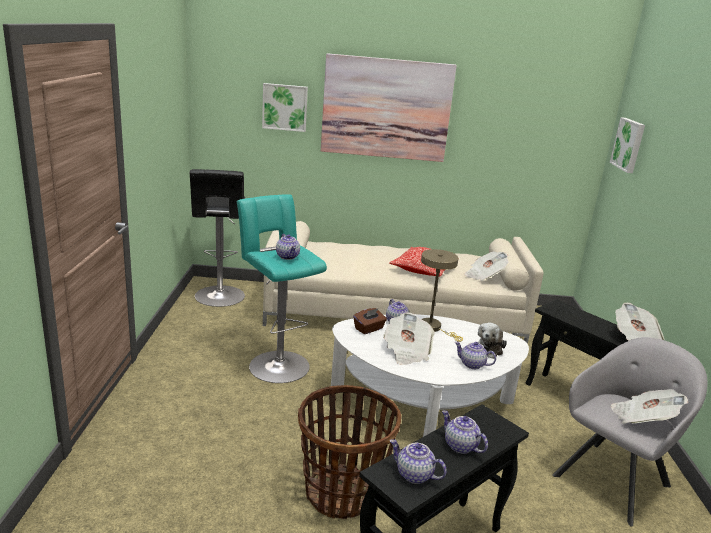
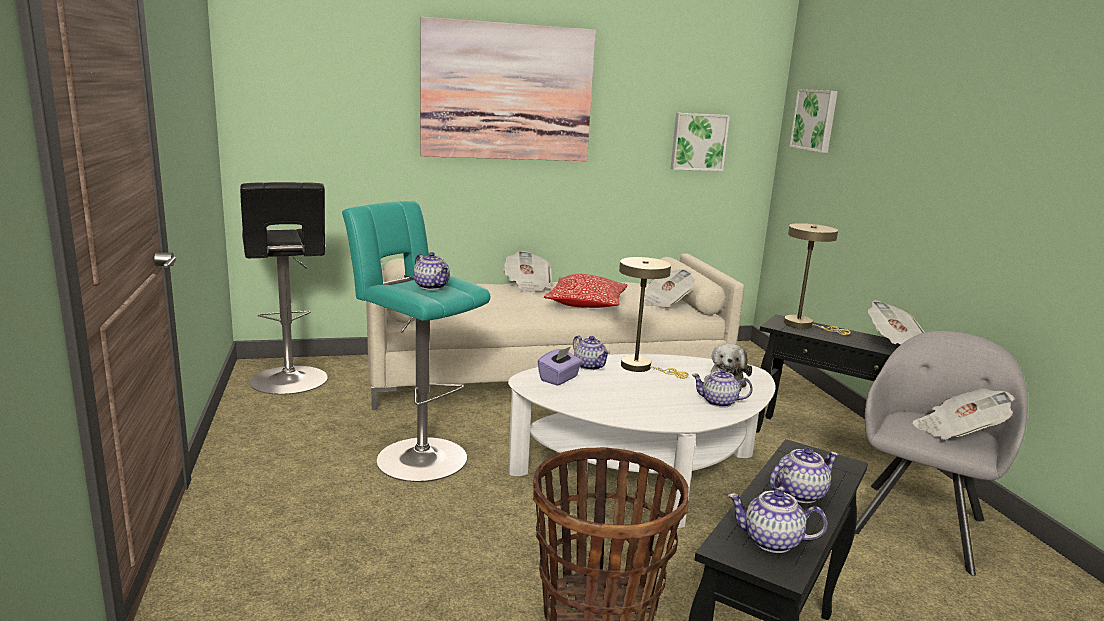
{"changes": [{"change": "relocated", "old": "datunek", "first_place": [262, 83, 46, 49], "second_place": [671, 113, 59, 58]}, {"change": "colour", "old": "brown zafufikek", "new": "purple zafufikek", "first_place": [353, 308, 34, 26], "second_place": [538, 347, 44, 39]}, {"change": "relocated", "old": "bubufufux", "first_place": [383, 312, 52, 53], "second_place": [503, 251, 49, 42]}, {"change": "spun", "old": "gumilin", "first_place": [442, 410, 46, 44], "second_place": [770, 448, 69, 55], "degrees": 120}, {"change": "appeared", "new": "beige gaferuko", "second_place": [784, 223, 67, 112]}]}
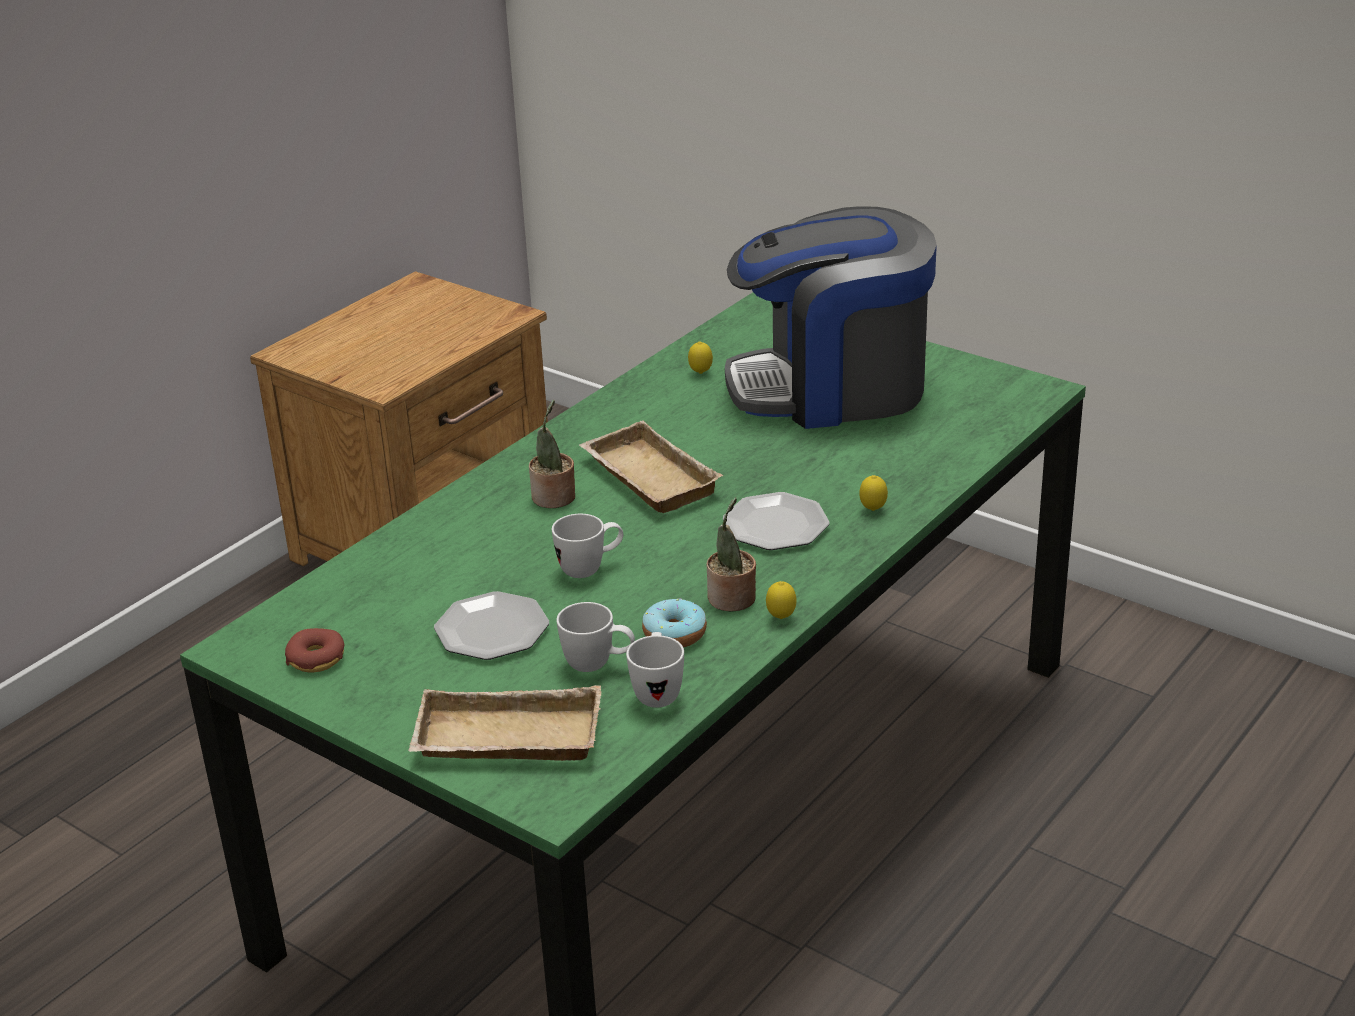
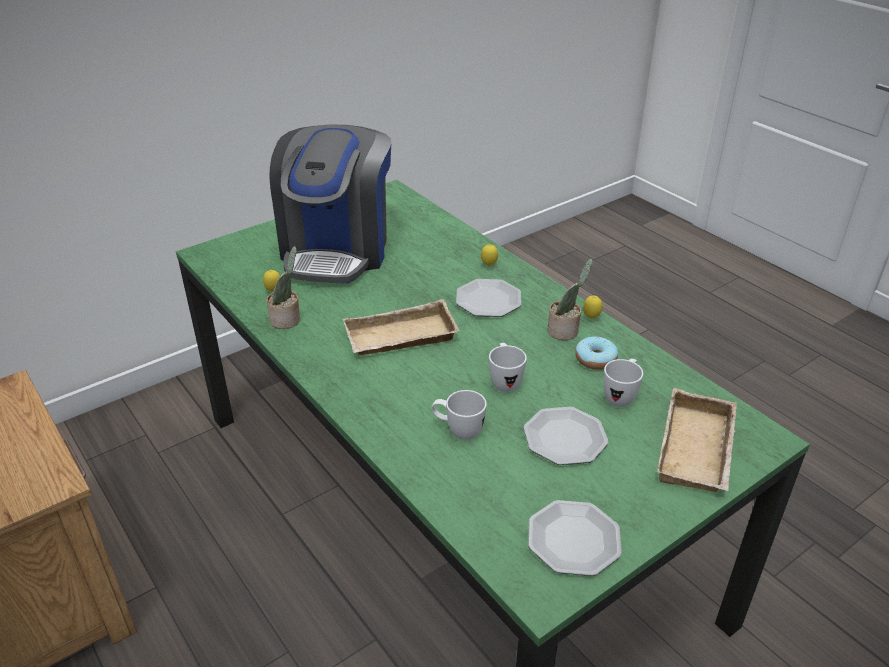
{"changes": [{"change": "exchanged", "old": "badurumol", "new": "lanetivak", "first_place": [285, 628, 59, 44], "second_place": [528, 500, 94, 76]}, {"change": "relocated", "old": "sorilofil", "first_place": [529, 400, 46, 108], "second_place": [267, 246, 33, 83]}, {"change": "relocated", "old": "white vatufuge", "first_place": [626, 632, 58, 76], "second_place": [431, 390, 56, 50]}]}
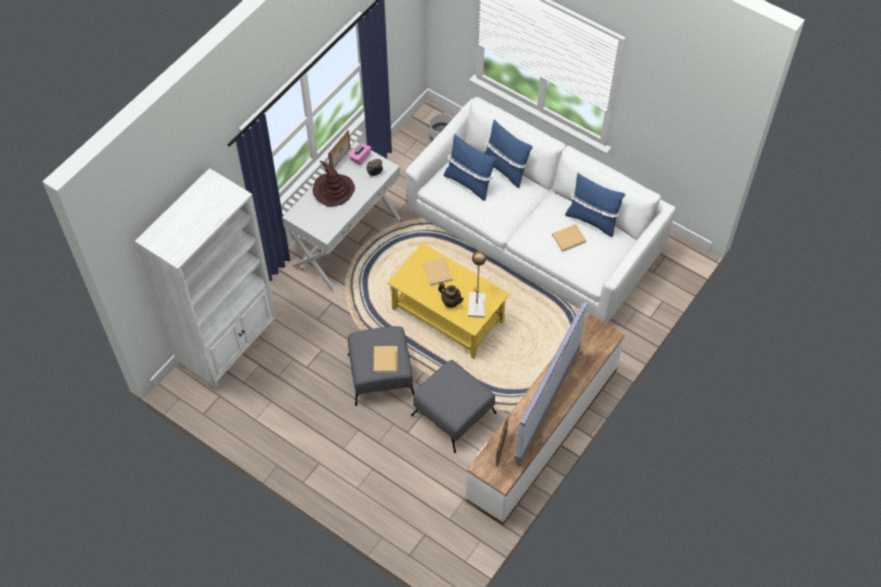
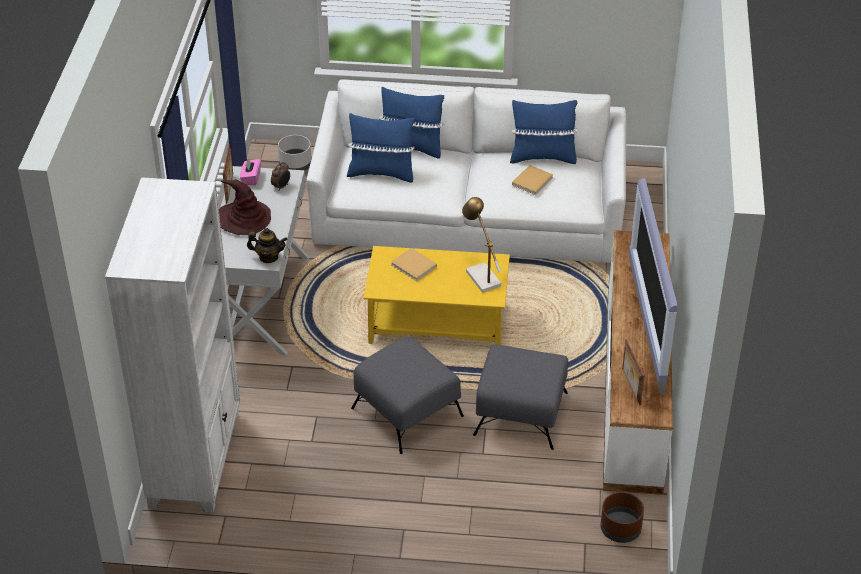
{"changes": [{"change": "missing", "old": "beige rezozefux", "first_place": [373, 346, 25, 27]}, {"change": "relocated", "old": "gumilin", "first_place": [438, 283, 26, 25], "second_place": [247, 228, 40, 35]}, {"change": "appeared", "new": "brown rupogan", "second_place": [601, 492, 43, 51]}]}
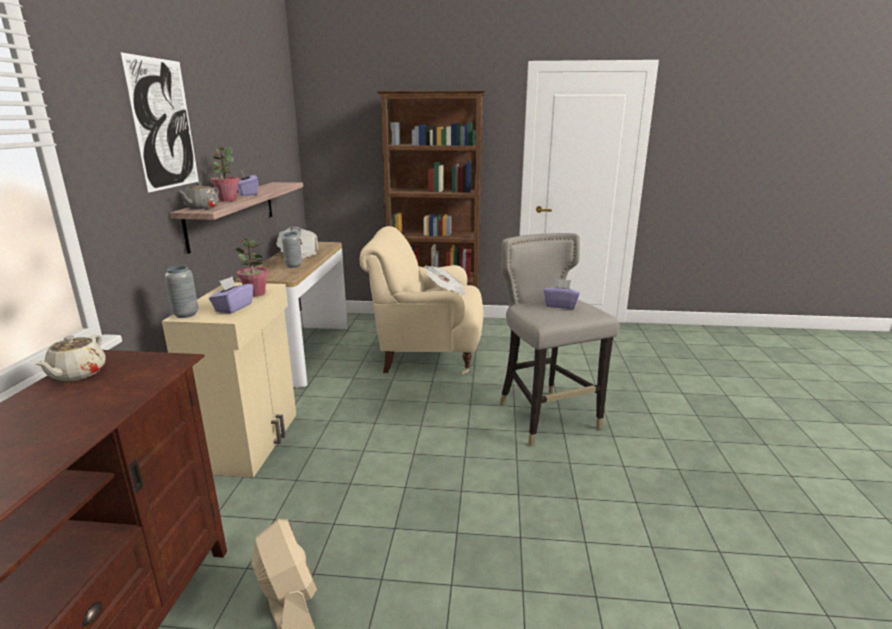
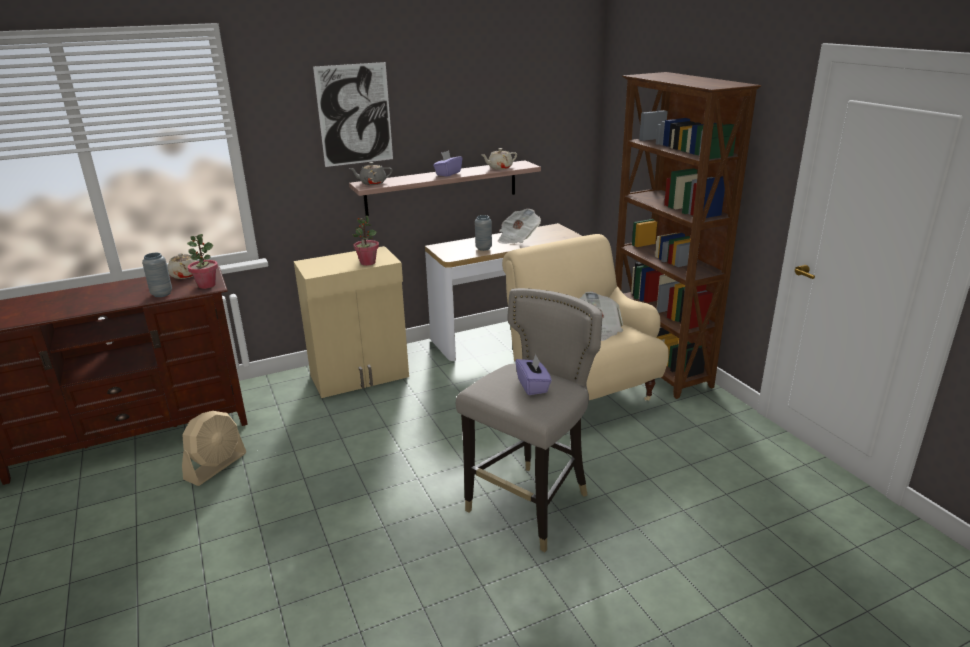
{"changes": [{"change": "relocated", "old": "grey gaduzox", "first_place": [165, 266, 33, 52], "second_place": [142, 253, 30, 44]}, {"change": "missing", "old": "purple zafufikek", "first_place": [209, 276, 44, 38]}, {"change": "relocated", "old": "sorilofil", "first_place": [210, 147, 30, 55], "second_place": [187, 234, 31, 55]}, {"change": "appeared", "new": "beige gumilin", "second_place": [482, 148, 35, 22]}]}
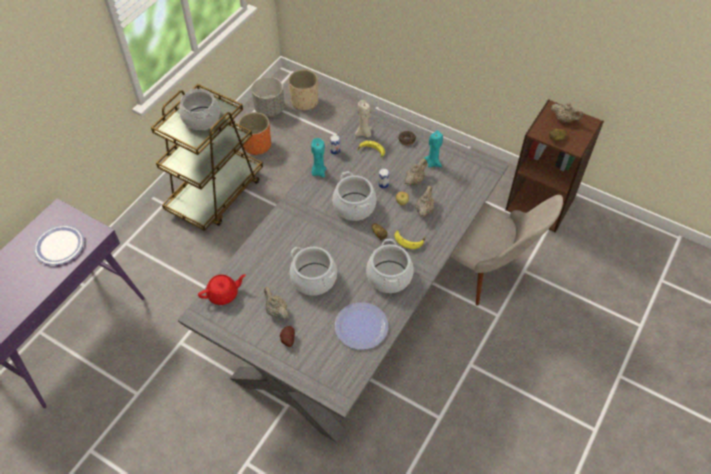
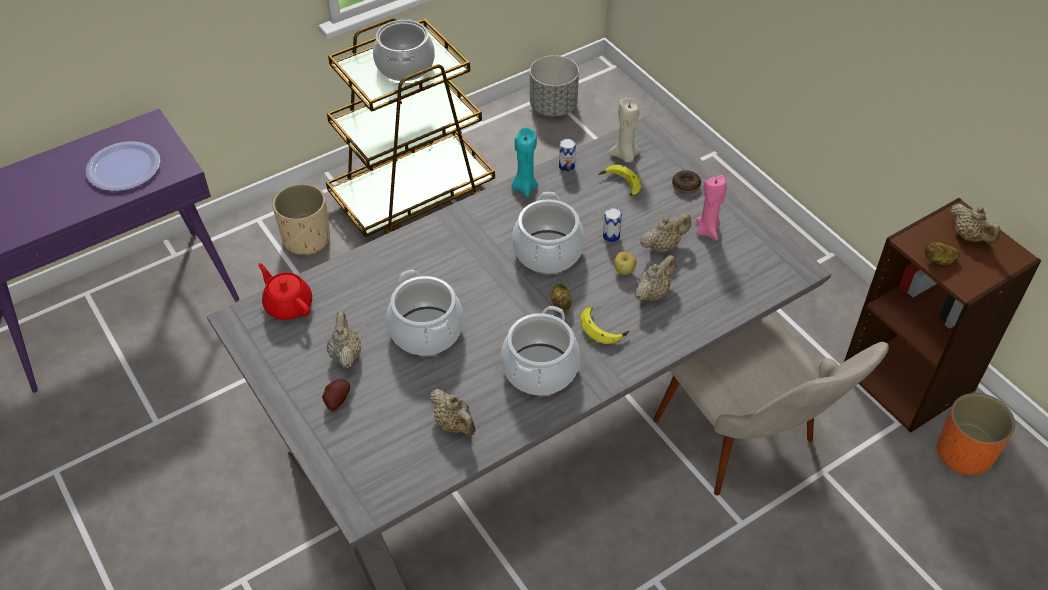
{"changes": [{"change": "spun", "old": "red gumilin", "first_place": [198, 274, 48, 31], "second_place": [258, 263, 54, 57], "degrees": -135}, {"change": "relocated", "old": "orange rupogan", "first_place": [238, 112, 33, 44], "second_place": [937, 393, 78, 82]}, {"change": "relocated", "old": "beige rupogan", "first_place": [288, 70, 30, 40], "second_place": [272, 184, 58, 72]}, {"change": "exchanged", "old": "lanetivak", "new": "beige gumilin", "first_place": [335, 302, 53, 48], "second_place": [430, 389, 45, 47]}, {"change": "colour", "old": "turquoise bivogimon", "new": "pink bivogimon", "first_place": [424, 130, 19, 38], "second_place": [696, 175, 31, 66]}]}
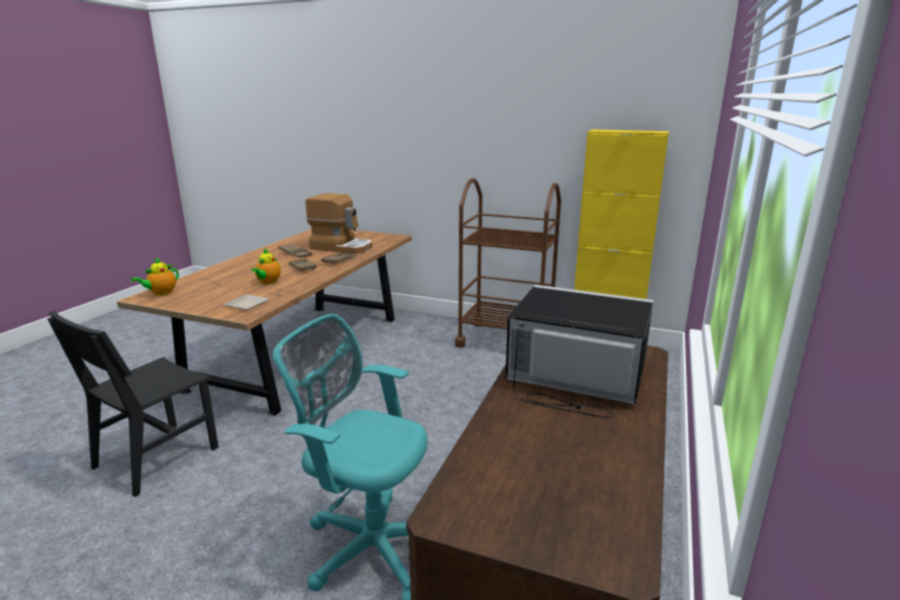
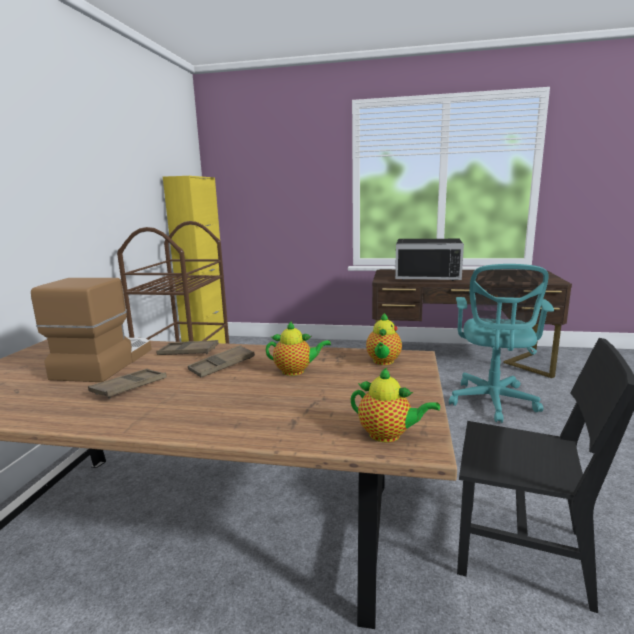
{"changes": [{"change": "exchanged", "old": "lanetivak", "new": "gumilin", "first_place": [223, 294, 47, 16], "second_place": [366, 313, 36, 52]}, {"change": "spun", "old": "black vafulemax", "first_place": [505, 285, 148, 133], "second_place": [395, 239, 69, 42], "degrees": -90}]}
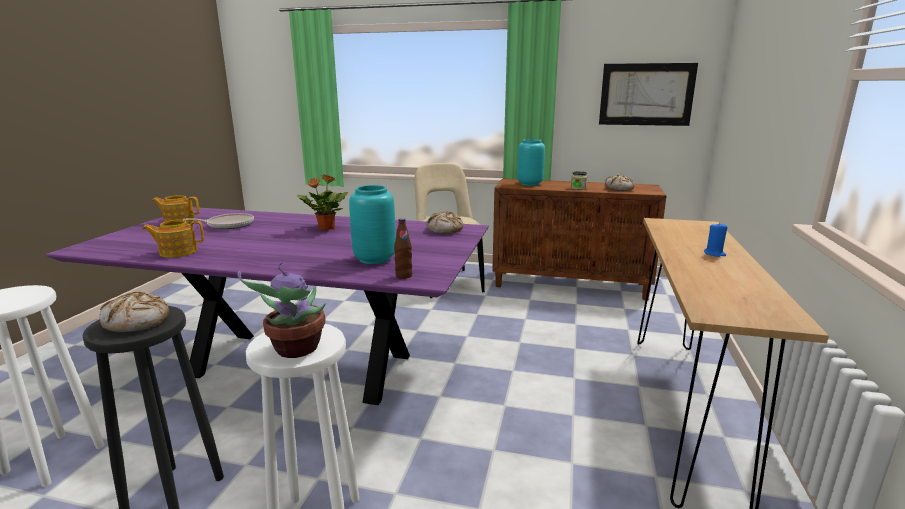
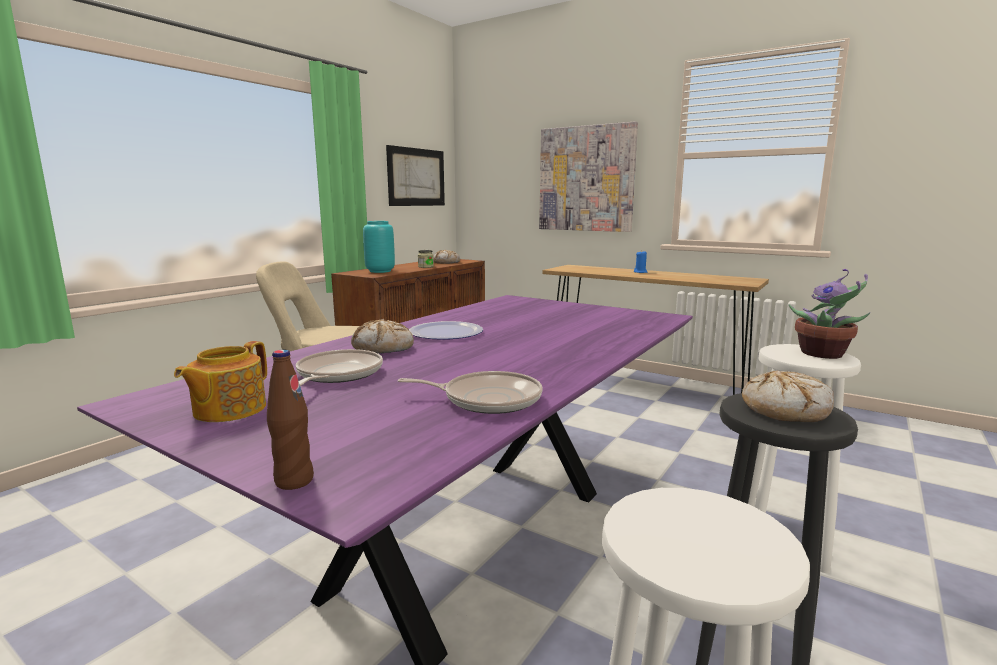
{"changes": [{"change": "exchanged", "old": "gumilin", "new": "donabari", "first_place": [142, 220, 62, 38], "second_place": [398, 371, 145, 43]}, {"change": "exchanged", "old": "sorilofil", "new": "lanetivak", "first_place": [297, 175, 51, 55], "second_place": [409, 321, 74, 19]}, {"change": "missing", "old": "turquoise gaduzox", "first_place": [349, 185, 47, 79]}, {"change": "relocated", "old": "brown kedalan", "first_place": [394, 218, 18, 61], "second_place": [267, 350, 47, 140]}, {"change": "relocated", "old": "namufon", "first_place": [426, 211, 37, 23], "second_place": [351, 319, 63, 35]}, {"change": "appeared", "new": "datunek", "second_place": [539, 121, 99, 111]}]}
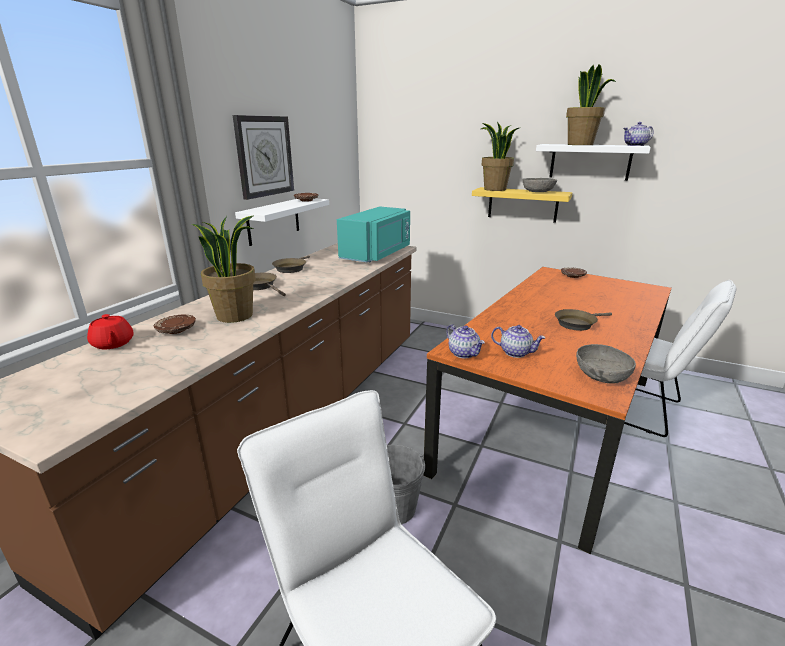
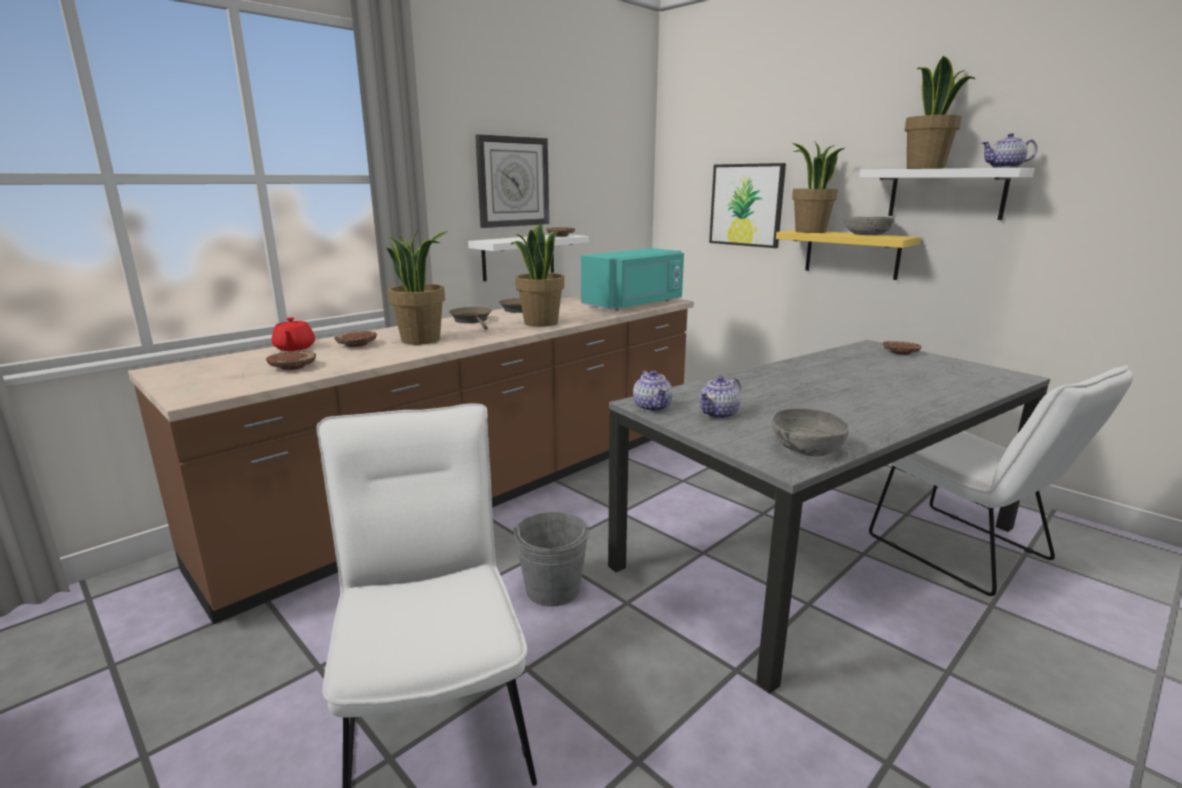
{"changes": [{"change": "colour", "old": "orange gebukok", "new": "grey gebukok", "first_place": [423, 267, 249, 287], "second_place": [608, 340, 442, 354]}, {"change": "spun", "old": "gumilin", "first_place": [491, 325, 55, 33], "second_place": [699, 376, 42, 43], "degrees": 90}, {"change": "missing", "old": "brown donabari", "first_place": [555, 309, 57, 22]}, {"change": "appeared", "new": "brown lanetivak", "second_place": [266, 351, 50, 19]}, {"change": "appeared", "new": "sorilofil", "second_place": [511, 223, 53, 104]}, {"change": "appeared", "new": "datunek", "second_place": [709, 163, 77, 85]}]}
